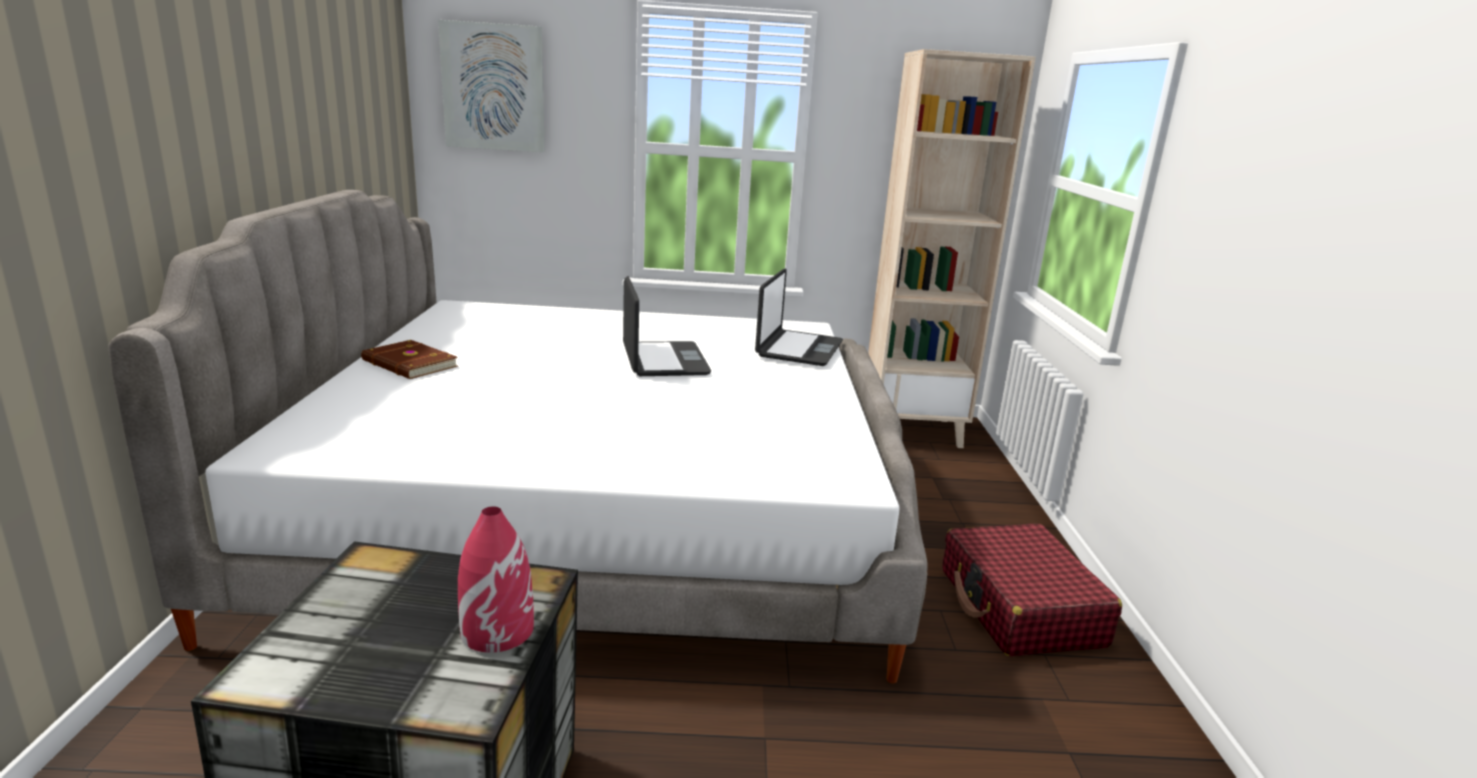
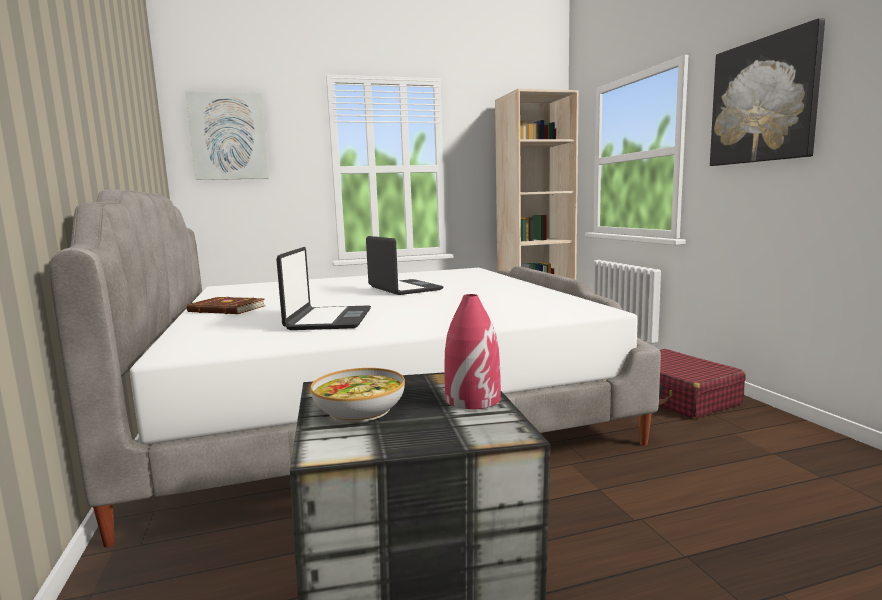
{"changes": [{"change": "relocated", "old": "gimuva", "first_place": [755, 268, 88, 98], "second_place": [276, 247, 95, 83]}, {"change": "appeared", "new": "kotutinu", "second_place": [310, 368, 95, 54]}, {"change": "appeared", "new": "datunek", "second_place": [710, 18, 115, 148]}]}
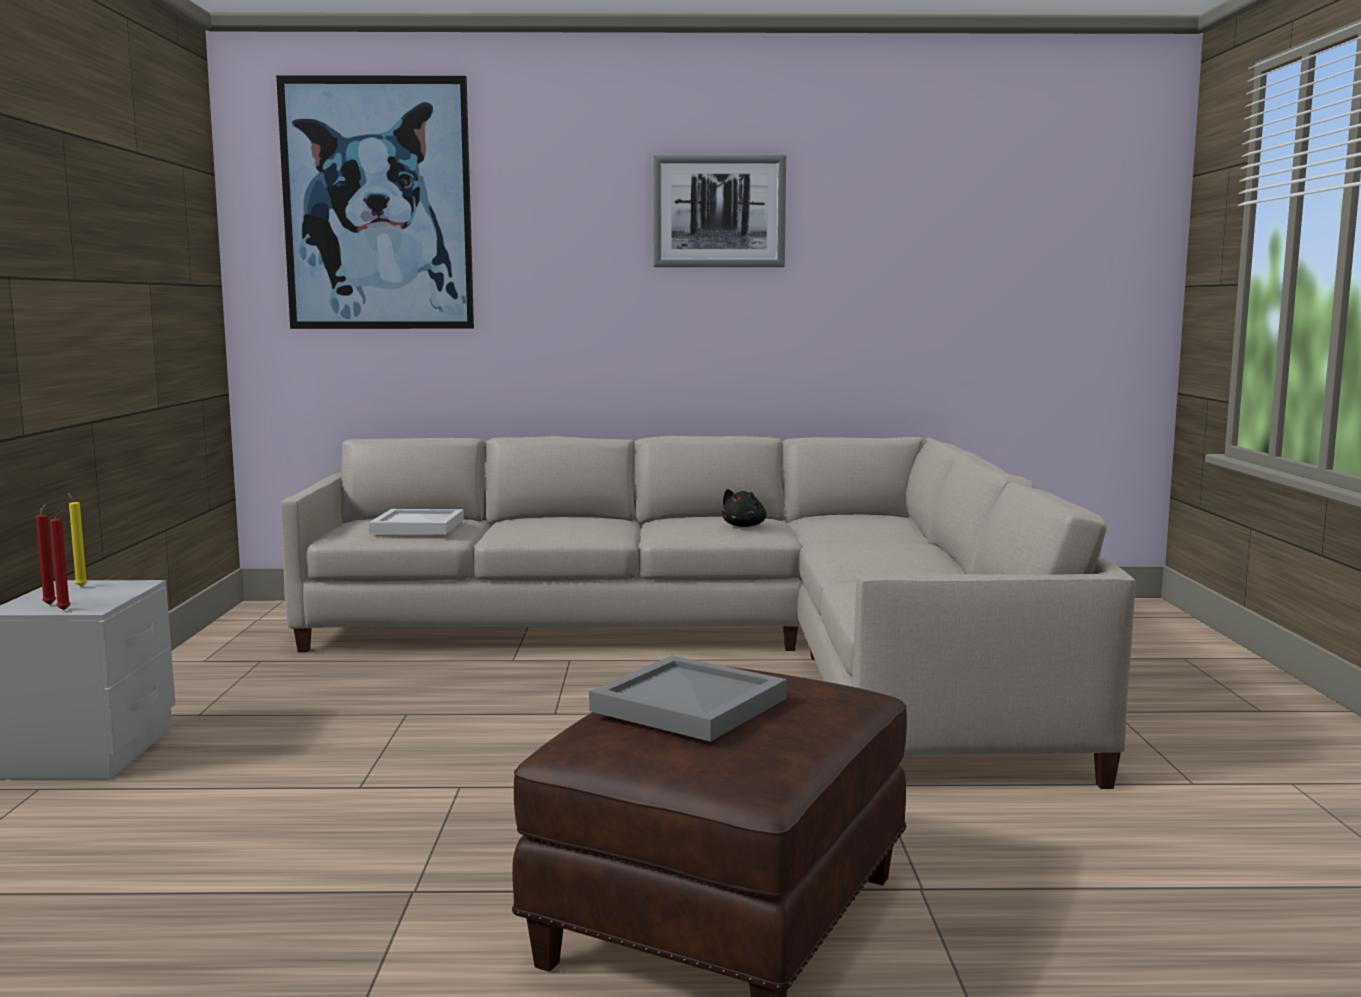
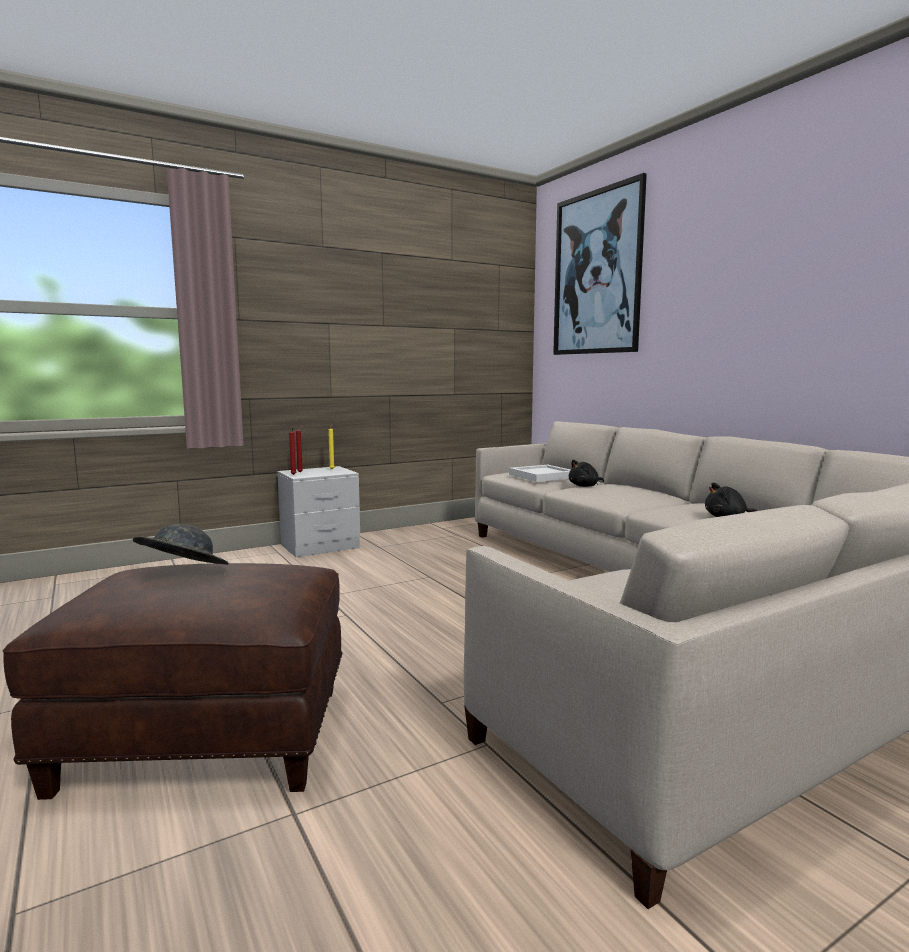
{"changes": [{"change": "exchanged", "old": "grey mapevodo", "new": "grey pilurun", "first_place": [589, 655, 198, 87], "second_place": [133, 524, 96, 41]}, {"change": "missing", "old": "datunek", "first_place": [653, 155, 133, 112]}, {"change": "appeared", "new": "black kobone", "second_place": [569, 459, 35, 28]}]}
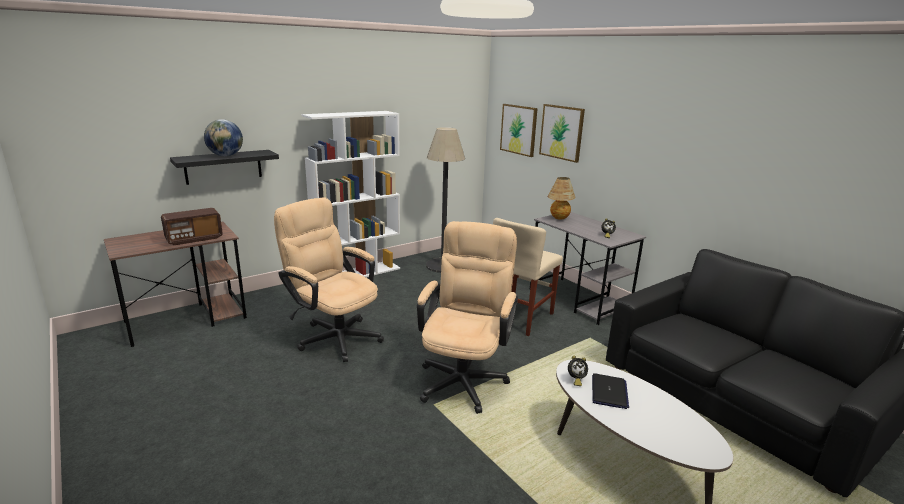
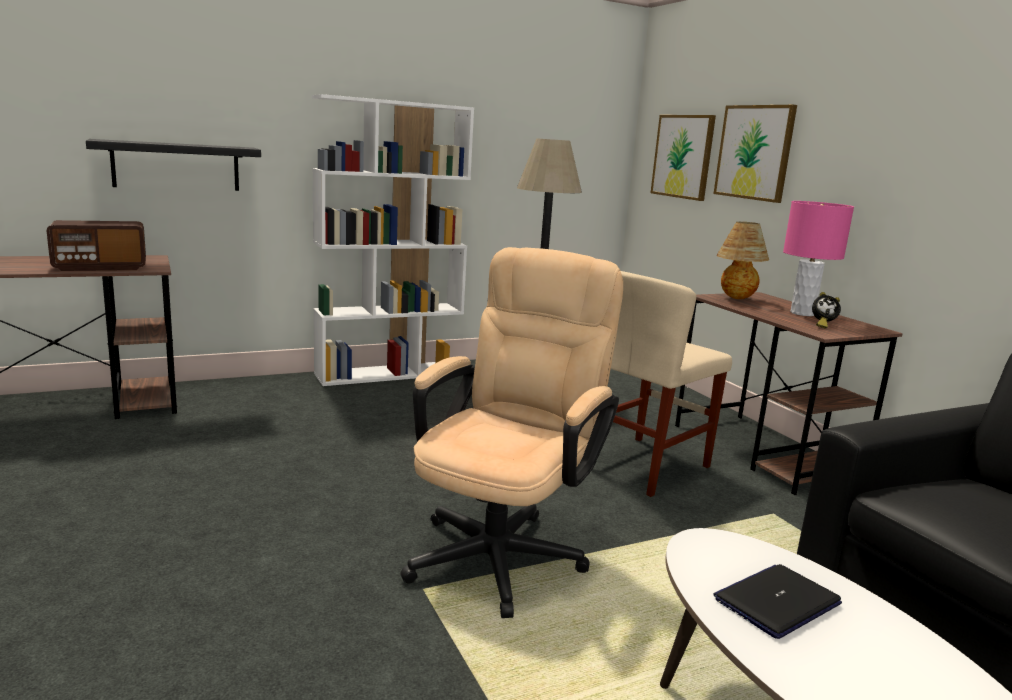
{"changes": [{"change": "missing", "old": "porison", "first_place": [204, 119, 39, 37]}, {"change": "missing", "old": "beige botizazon", "first_place": [274, 197, 110, 165]}, {"change": "colour", "old": "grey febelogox", "new": "brown febelogox", "first_place": [529, 212, 117, 113], "second_place": [675, 292, 228, 203]}, {"change": "missing", "old": "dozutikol", "first_place": [568, 356, 20, 30]}, {"change": "spun", "old": "gimuva", "first_place": [592, 373, 37, 36], "second_place": [713, 564, 129, 75], "degrees": -150}, {"change": "appeared", "new": "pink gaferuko", "second_place": [783, 201, 71, 115]}]}
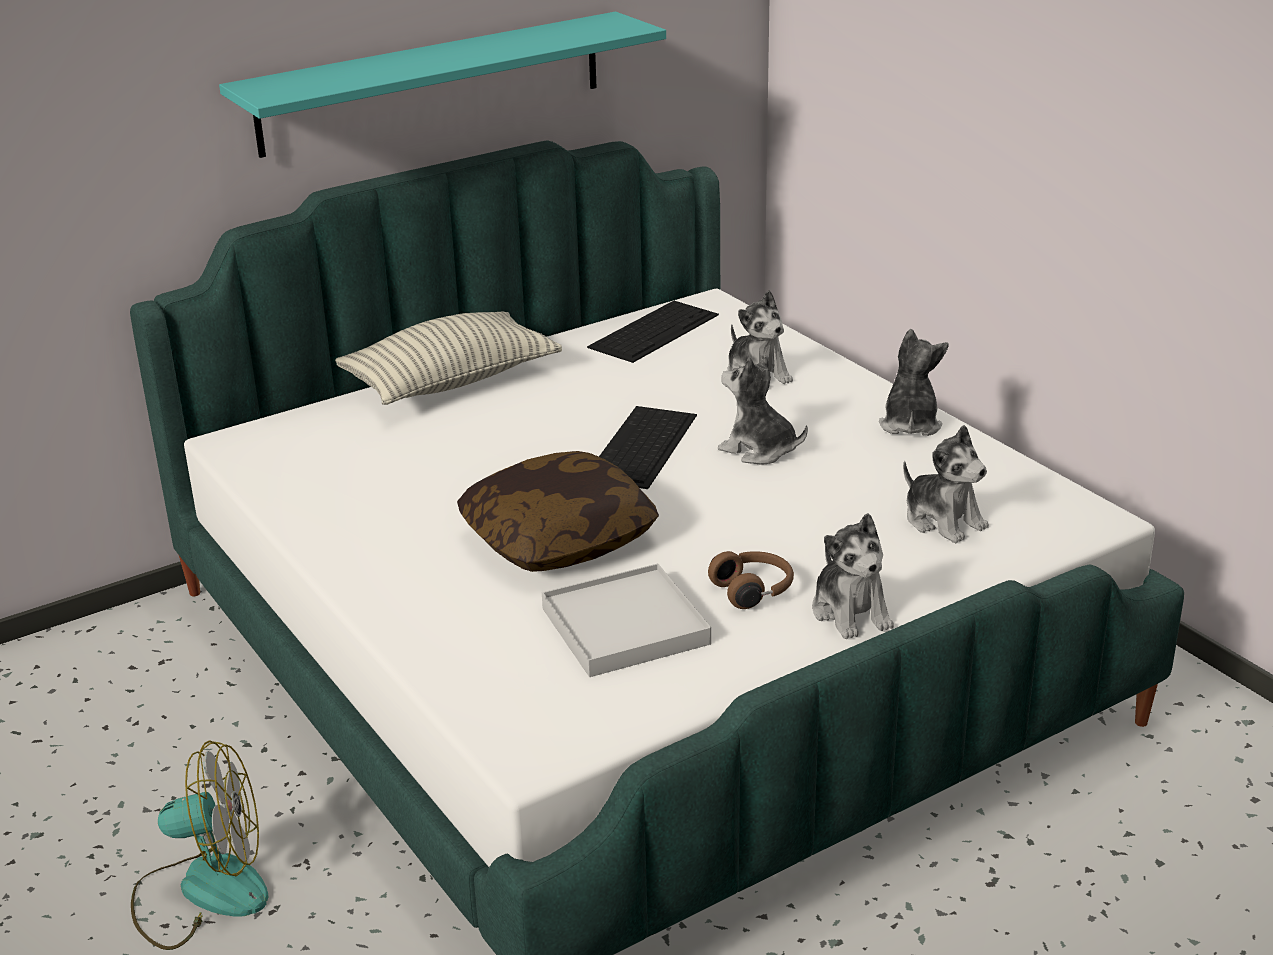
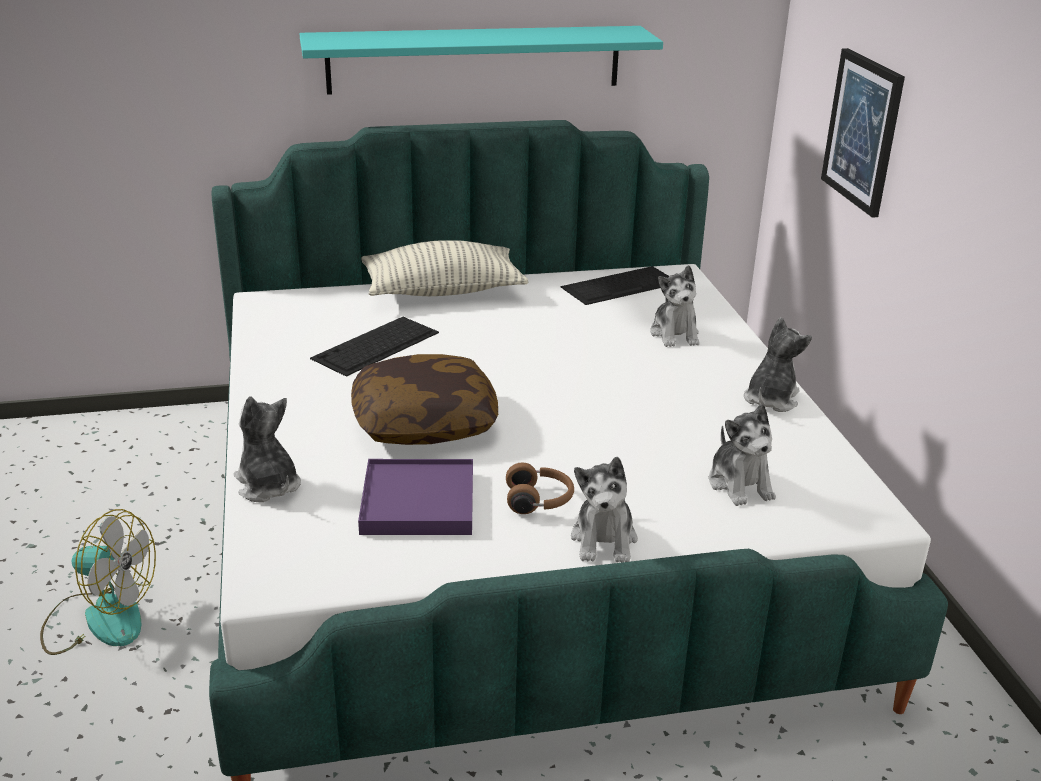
{"changes": [{"change": "colour", "old": "white mapevodo", "new": "purple mapevodo", "first_place": [542, 563, 169, 114], "second_place": [358, 459, 115, 76]}, {"change": "relocated", "old": "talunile", "first_place": [599, 406, 98, 83], "second_place": [310, 317, 129, 60]}, {"change": "relocated", "old": "kobone", "first_place": [718, 356, 90, 109], "second_place": [234, 396, 67, 106]}, {"change": "appeared", "new": "datunek", "second_place": [821, 48, 84, 170]}]}
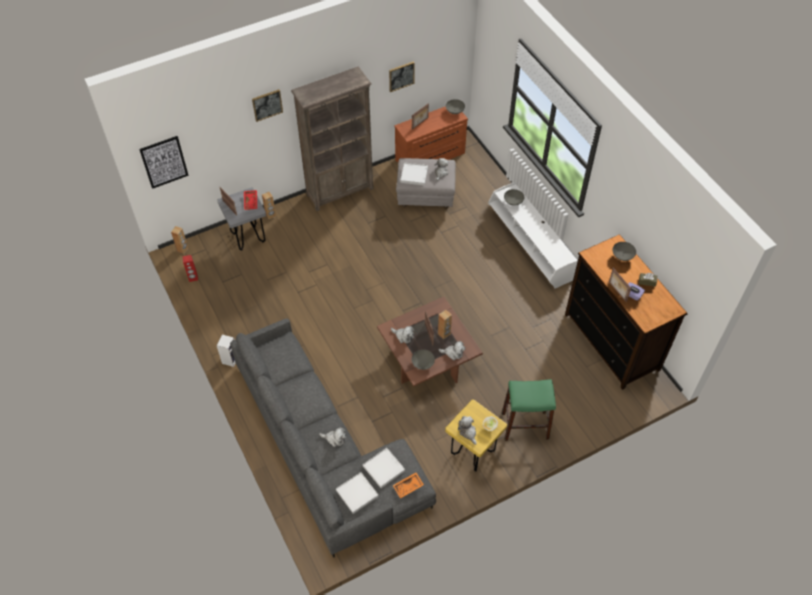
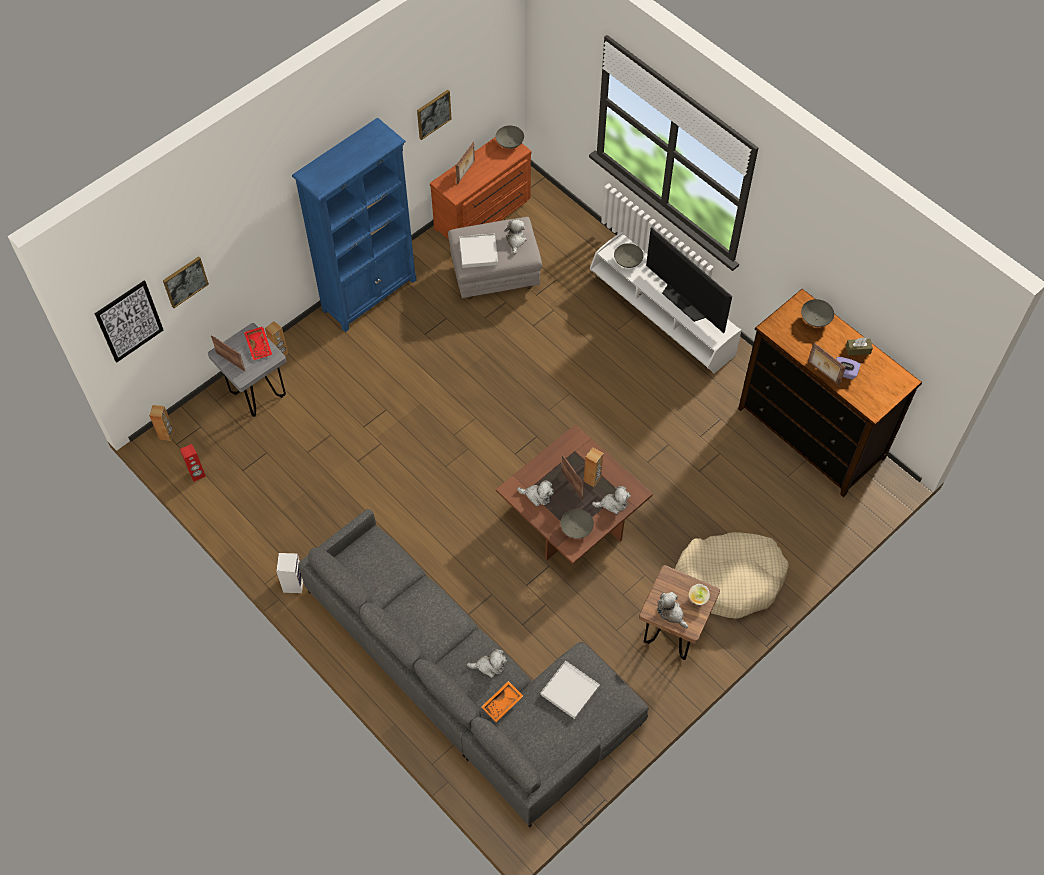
{"changes": [{"change": "relocated", "old": "datunek", "first_place": [252, 89, 31, 33], "second_place": [163, 256, 46, 52]}, {"change": "colour", "old": "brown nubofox", "new": "blue nubofox", "first_place": [291, 67, 82, 144], "second_place": [292, 118, 124, 214]}, {"change": "missing", "old": "white mapevodo", "first_place": [336, 472, 43, 42]}, {"change": "relocated", "old": "orange mapevodo", "first_place": [393, 472, 31, 26], "second_place": [481, 681, 42, 41]}, {"change": "colour", "old": "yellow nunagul", "new": "brown nunagul", "first_place": [445, 399, 62, 73], "second_place": [639, 565, 81, 95]}, {"change": "exchanged", "old": "green nunagul", "new": "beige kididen", "first_place": [502, 379, 54, 62], "second_place": [675, 532, 114, 87]}, {"change": "appeared", "new": "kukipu", "second_place": [646, 227, 86, 106]}]}
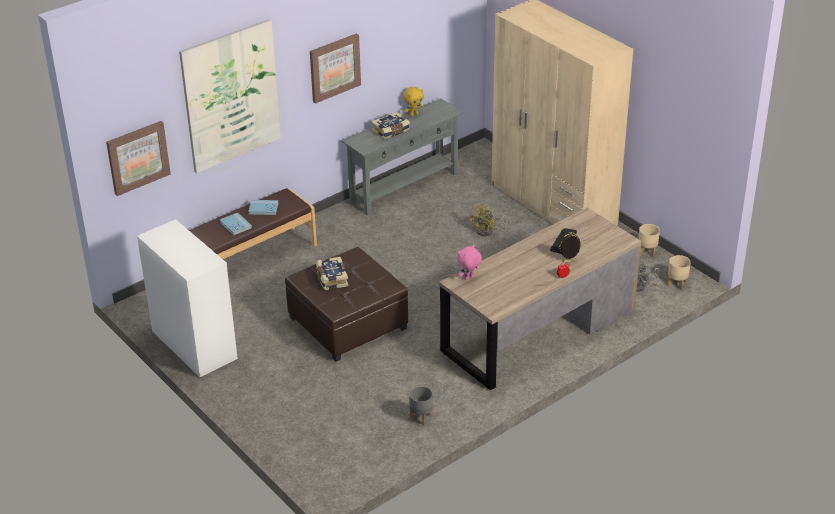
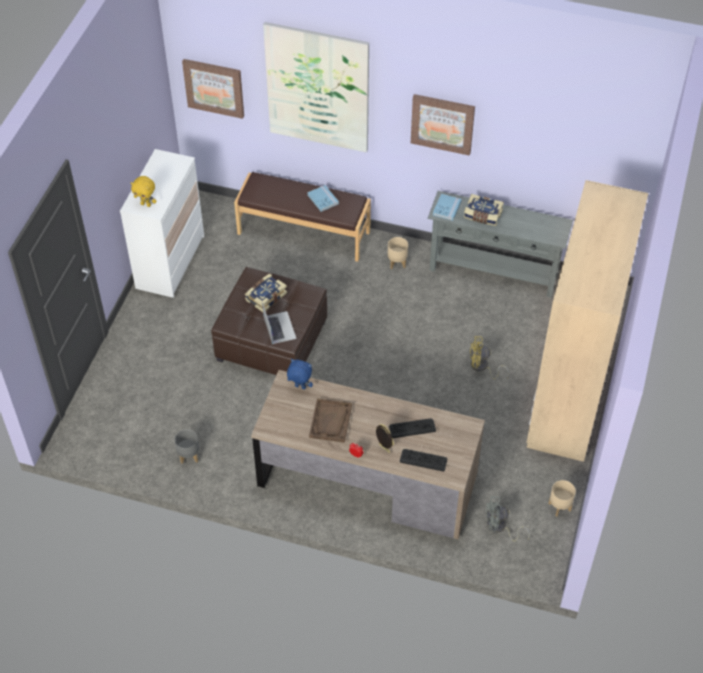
{"changes": [{"change": "relocated", "old": "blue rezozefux", "first_place": [220, 213, 32, 23], "second_place": [433, 194, 29, 27]}, {"change": "relocated", "old": "yellow kobone", "first_place": [403, 87, 21, 30], "second_place": [131, 176, 26, 31]}, {"change": "colour", "old": "pink kobone", "new": "blue kobone", "first_place": [457, 245, 25, 35], "second_place": [287, 359, 26, 30]}, {"change": "relocated", "old": "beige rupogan", "first_place": [667, 255, 24, 35], "second_place": [387, 237, 21, 32]}, {"change": "appeared", "new": "gimuva", "second_place": [262, 302, 35, 42]}, {"change": "appeared", "new": "brown mapevodo", "second_place": [309, 398, 43, 45]}, {"change": "appeared", "new": "talunile", "second_place": [400, 449, 47, 23]}]}
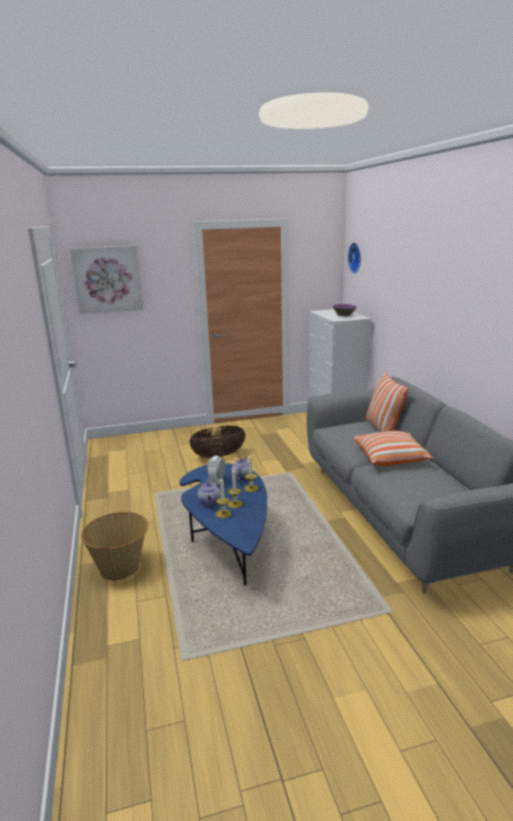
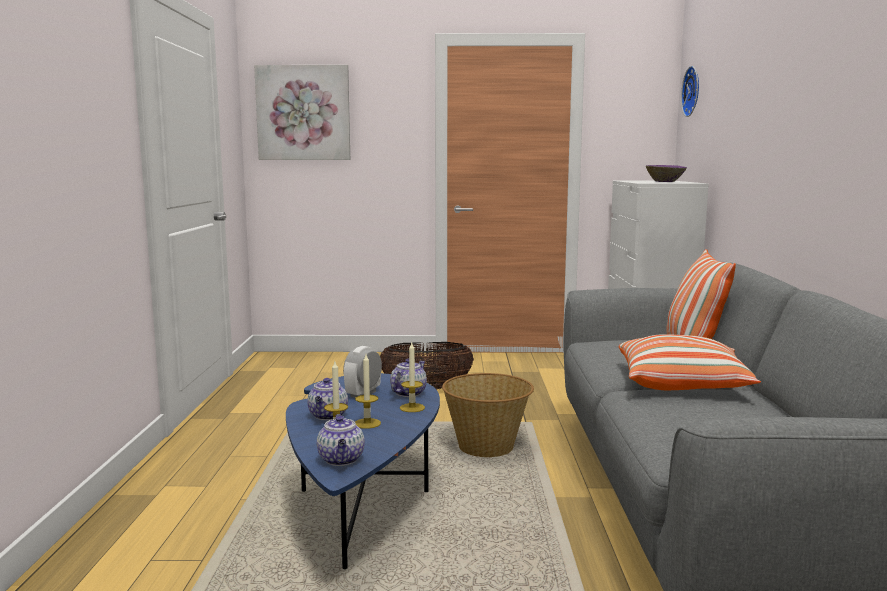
{"changes": [{"change": "relocated", "old": "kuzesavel", "first_place": [81, 512, 67, 69], "second_place": [442, 373, 92, 84]}, {"change": "appeared", "new": "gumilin", "second_place": [317, 414, 48, 52]}]}
